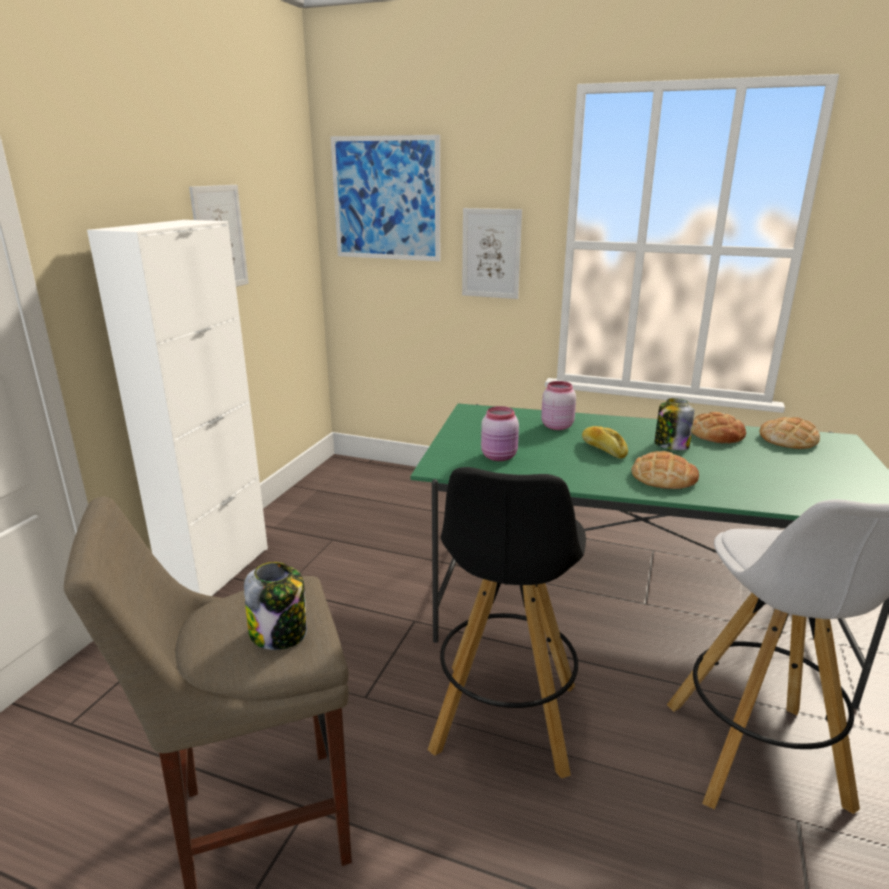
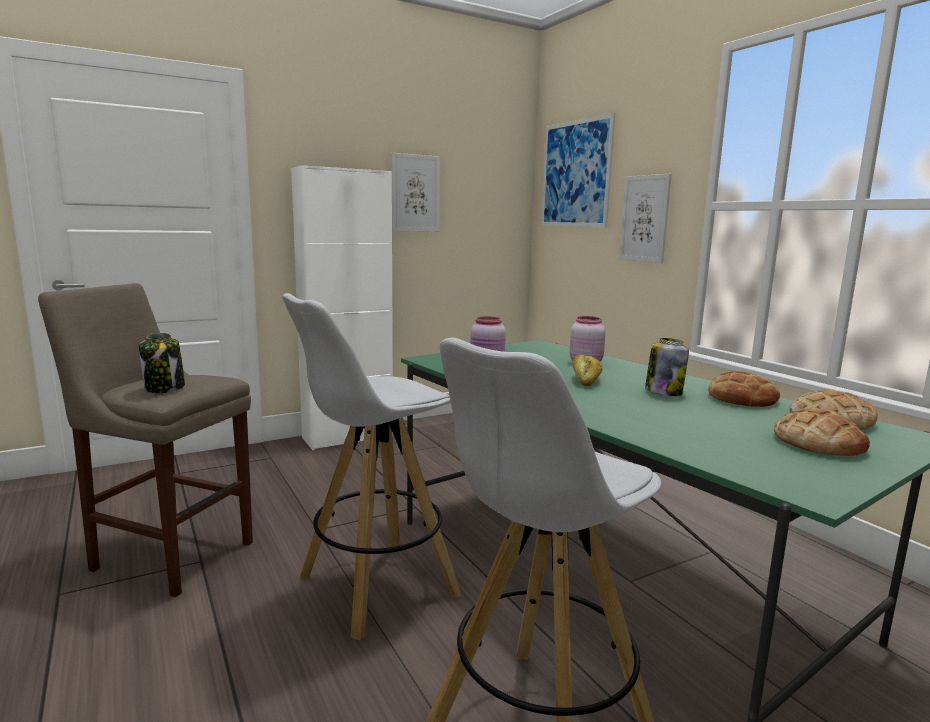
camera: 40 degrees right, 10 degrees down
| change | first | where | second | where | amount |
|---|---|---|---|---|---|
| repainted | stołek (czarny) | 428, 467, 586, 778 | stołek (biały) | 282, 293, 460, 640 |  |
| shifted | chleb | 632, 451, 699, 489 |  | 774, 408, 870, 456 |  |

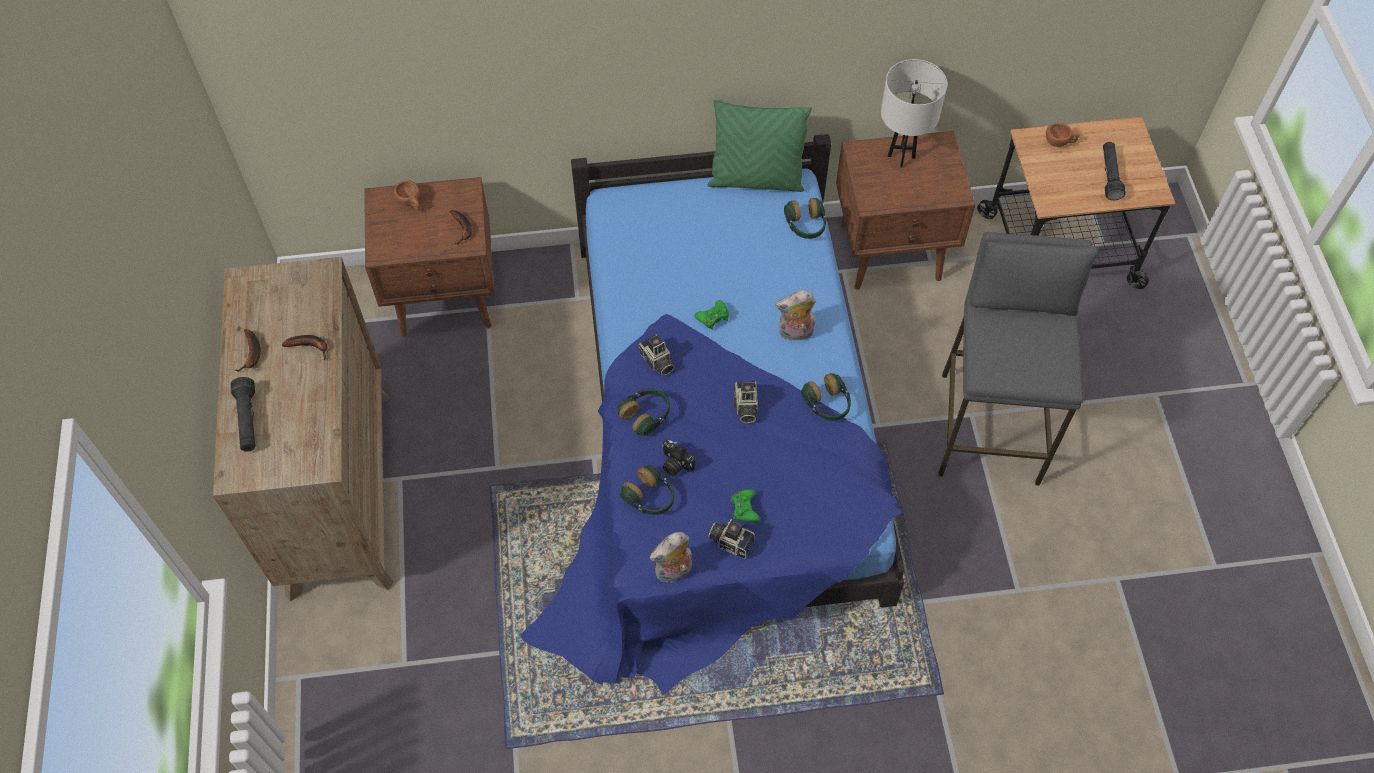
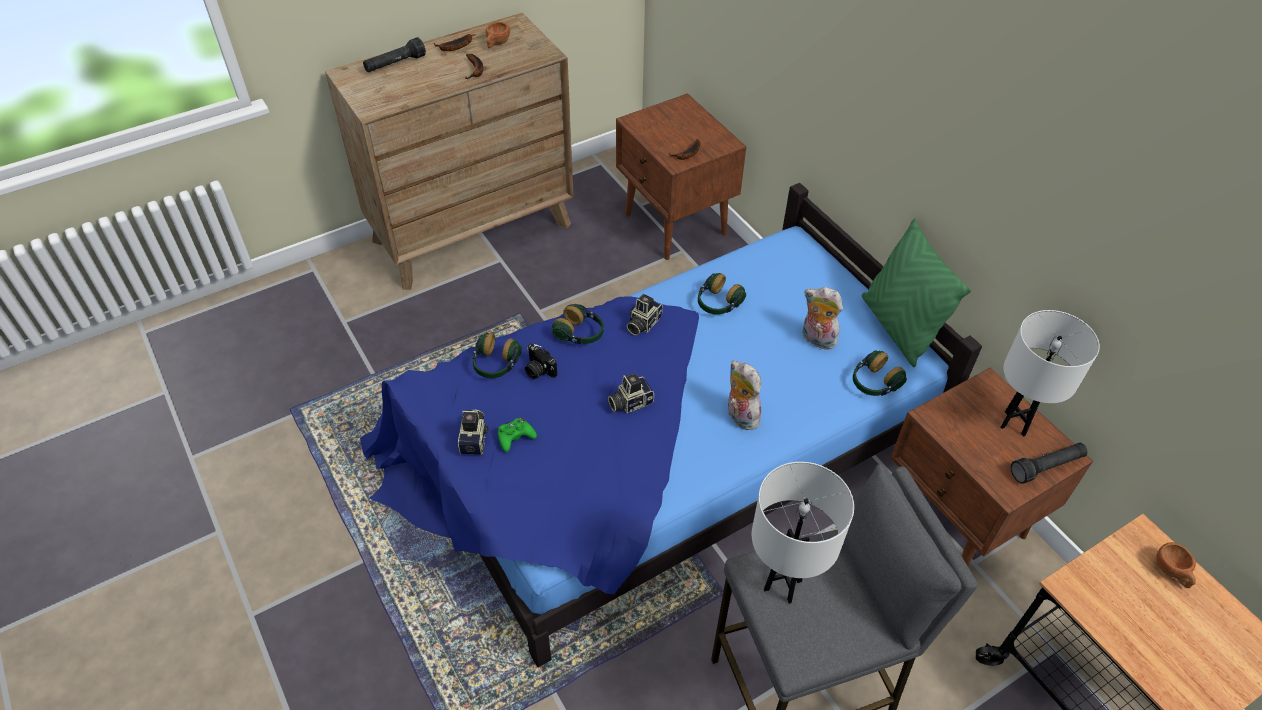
camera: 65 degrees right, 10 degrees down
| change | first | where | second | where | amount |
|---|---|---|---|---|---|
| shifted | filiżanka (brązowy) | 394, 180, 420, 211 |  | 486, 22, 510, 48 |  |
| shifted | pluszak | 649, 532, 692, 584 |  | 803, 287, 843, 350 |  |
| rotated | aparat fotograficzny | 662, 440, 695, 476 |  | 525, 343, 557, 380 | 60 degrees counterclockwise |
| gone | pad do gier (zielony) | 694, 300, 729, 330 |  |  |  |
| shifted | słuchawki | 801, 373, 851, 421 |  | 698, 273, 746, 315 |  |
| shifted | latarka (czarny) | 1103, 142, 1126, 200 |  | 1011, 443, 1088, 484 |  |
| new |  |  | lampa stołowa (biały) | 752, 462, 854, 604 |  |

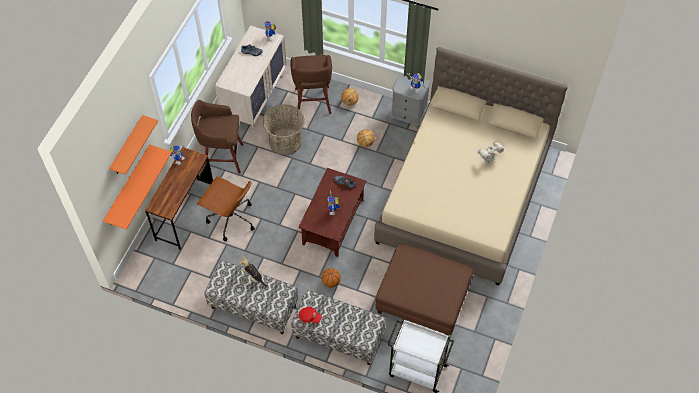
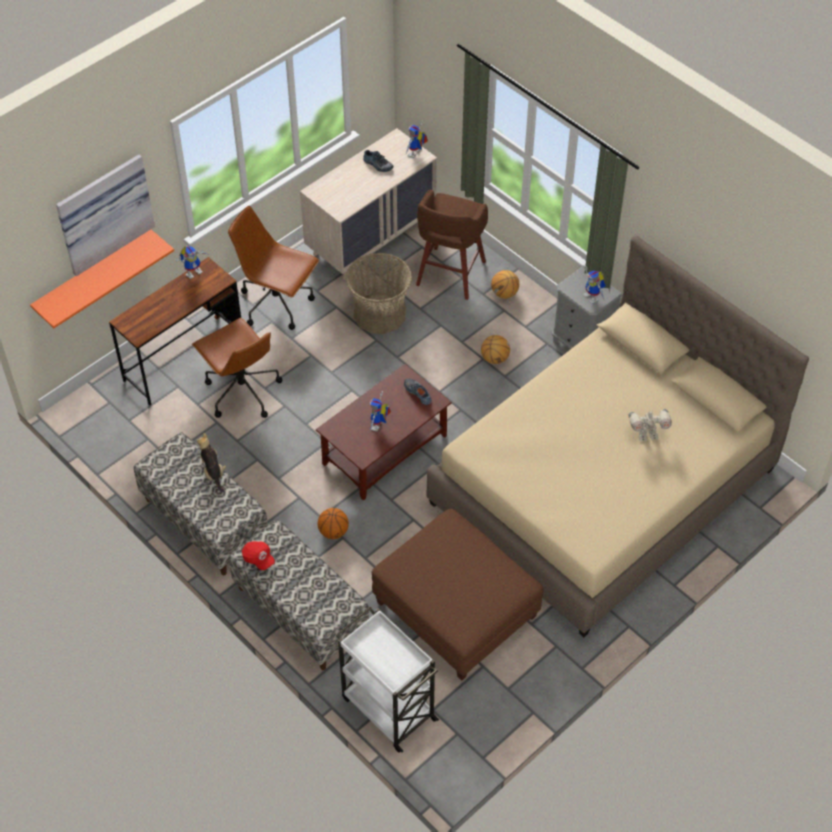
camera: 25 degrees right, 5 degrees down
| change | first | where | second | where | amount |
|---|---|---|---|---|---|
| swapped | półka (pomarańczowy) | 109, 115, 158, 175 | obraz | 56, 155, 155, 276 |  |
| swapped | stołek (brązowy) | 191, 100, 243, 173 | krzesło biurowe (brązowy) | 228, 206, 319, 330 |  |

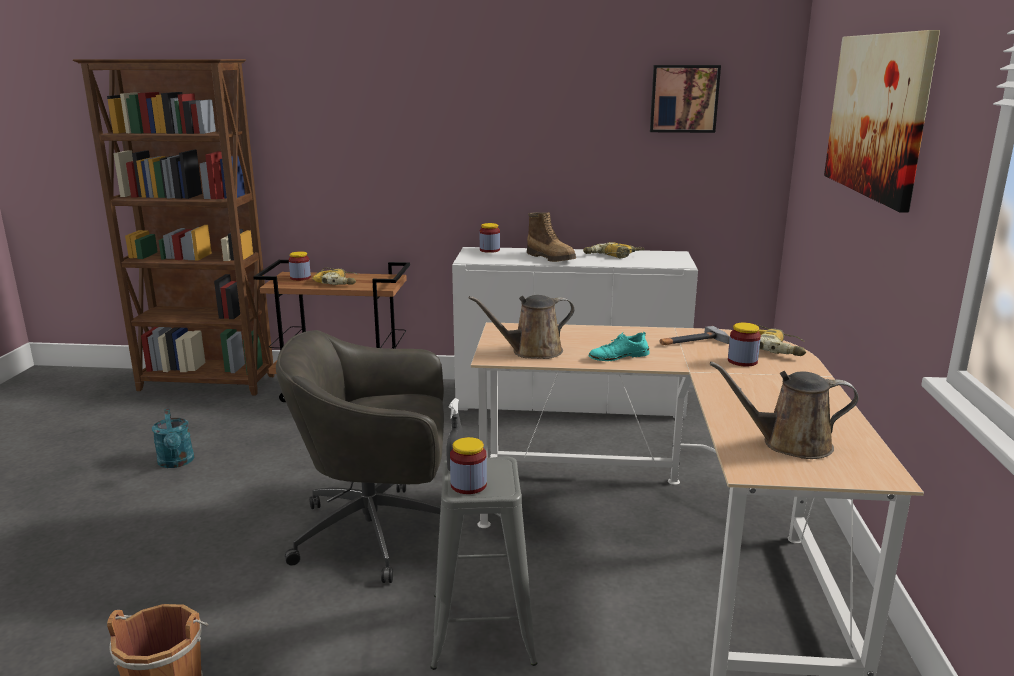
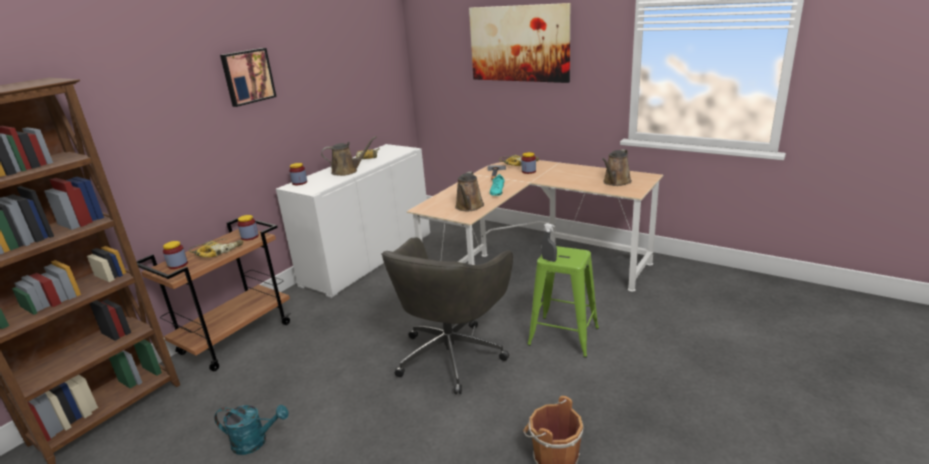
camera: 60 degrees left, 5 degrees up
| change | first | where | second | where | amount |
|---|---|---|---|---|---|
| repainted | stołek (szary) | 430, 456, 537, 670 | stołek (zielony) | 527, 246, 599, 358 |  |
| shifted | słoik | 450, 437, 487, 494 |  | 237, 215, 259, 241 |  |
| swapped | but z cholewką | 527, 212, 576, 262 | konewka (brązowy) | 321, 136, 376, 176 |  |
| shifted | obraz | 650, 65, 721, 133 |  | 220, 48, 277, 107 |  |

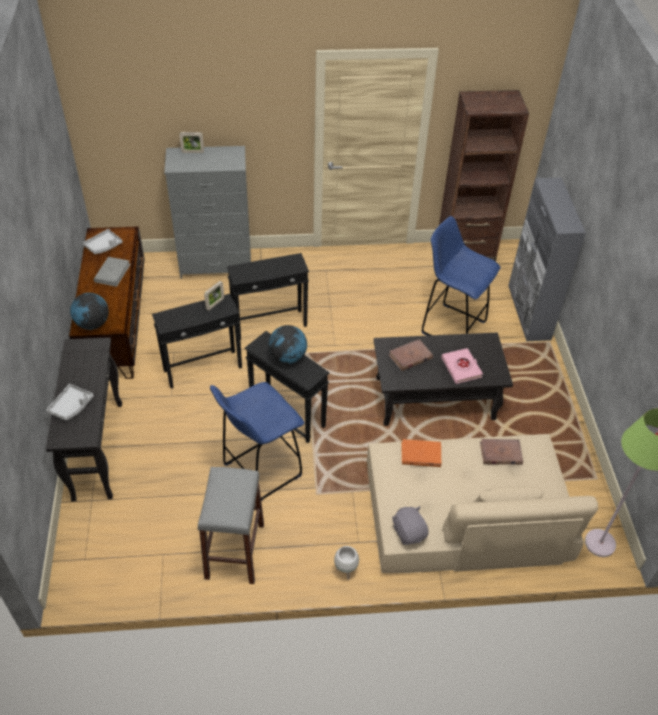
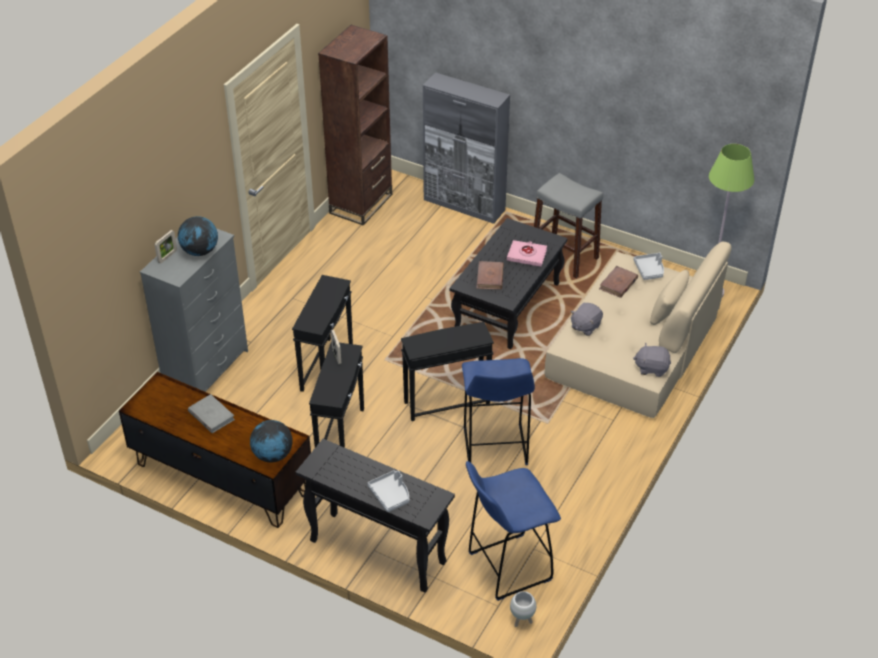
camera: 55 degrees left, 5 degrees down
| change | first | where | second | where | amount |
|---|---|---|---|---|---|
| shifted | taca (szary) | 83, 229, 123, 254 |  | 633, 252, 664, 280 |  |
| shifted | stołek (szary) | 198, 467, 264, 584 |  | 534, 173, 603, 278 |  |
| shifted | globus | 268, 325, 307, 364 |  | 178, 216, 218, 256 |  |
| shifted | donica (biały) | 334, 546, 359, 580 |  | 510, 591, 536, 627 |  |
| swapped | książka (pomarańczowy) | 402, 439, 441, 467 | pluszak (szary) | 570, 303, 603, 336 |  |
| shifted | stołek (niebieski) | 421, 216, 500, 336 |  | 466, 461, 561, 601 |  |

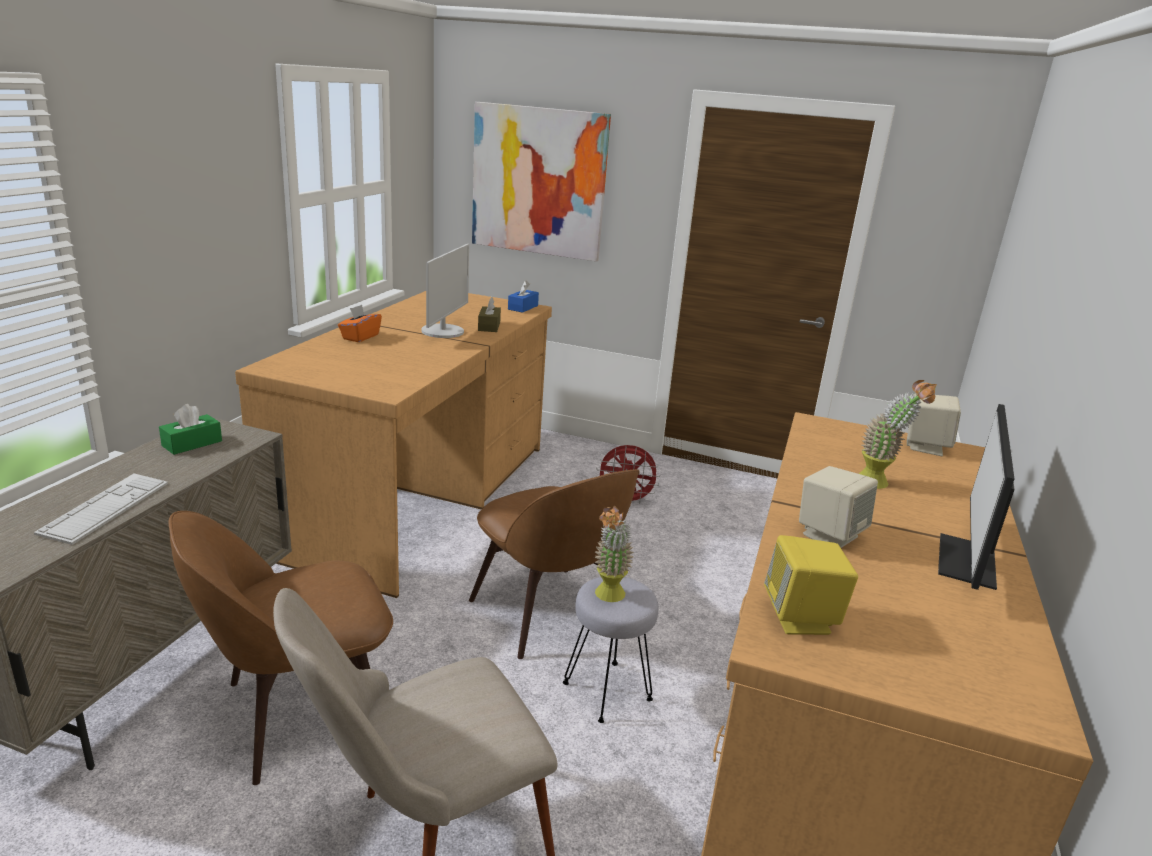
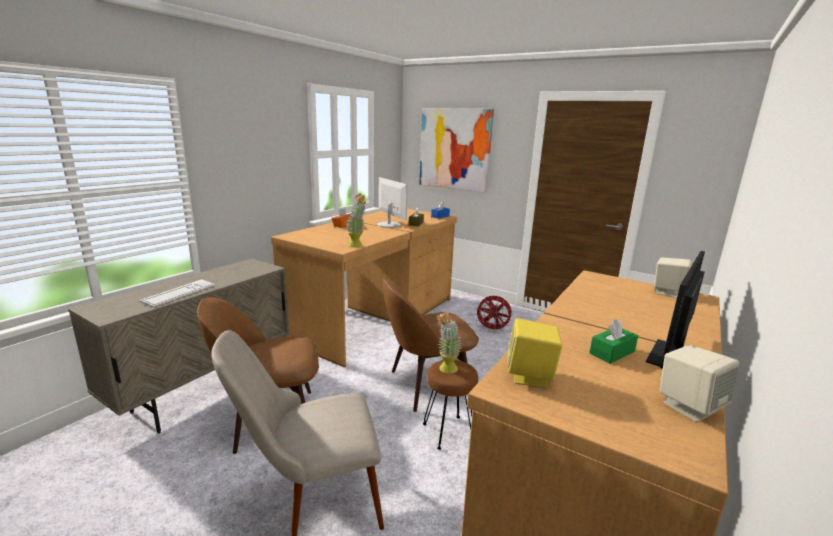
camera: 15 degrees right, 5 degrees down
| change | first | where | second | where | amount |
|---|---|---|---|---|---|
| shifted | pudełko chusteczek (zielony) | 159, 404, 222, 455 |  | 590, 318, 638, 364 |  |
| rotated | monitor | 421, 244, 469, 338 |  | 378, 177, 408, 228 | 60 degrees counterclockwise |
| rotated | krzesło (brązowy) | 469, 469, 639, 659 |  | 383, 279, 479, 412 | 90 degrees clockwise |
| repainted | stołek (szary) | 563, 577, 658, 723 | stołek (brązowy) | 423, 360, 478, 450 |  |
| shifted | głośnik (beżowy) | 799, 466, 878, 548 |  | 660, 345, 739, 422 |  |
| shifted | roślina doniczkowa | 859, 380, 937, 489 |  | 346, 194, 366, 247 |  |

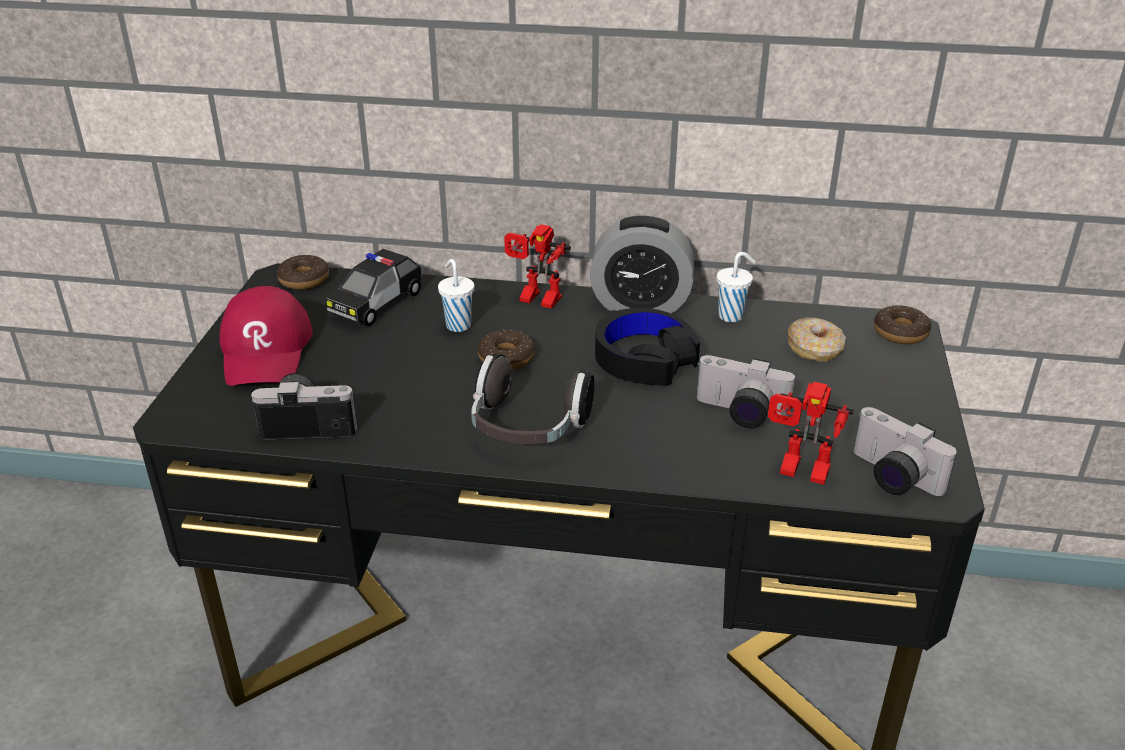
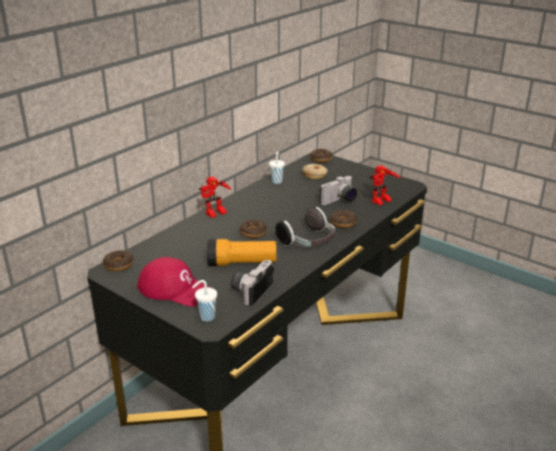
camera: 60 degrees left, 5 degrees down
| change | first | where | second | where | amount |
|---|---|---|---|---|---|
| gone | samochodzik | 326, 249, 422, 327 |  |  |  |
| shifted | filiżanka (biały) | 438, 259, 474, 332 |  | 192, 280, 217, 322 |  |
| gone | budzik | 590, 215, 694, 314 |  |  |  |
| gone | słuchawki (czarny) | 595, 308, 700, 386 |  |  |  |
| gone | aparat fotograficzny | 854, 407, 957, 496 |  |  |  |
| new |  |  | latarka | 207, 239, 277, 266 |  |
| new |  |  | donut | 330, 210, 357, 228 |  |

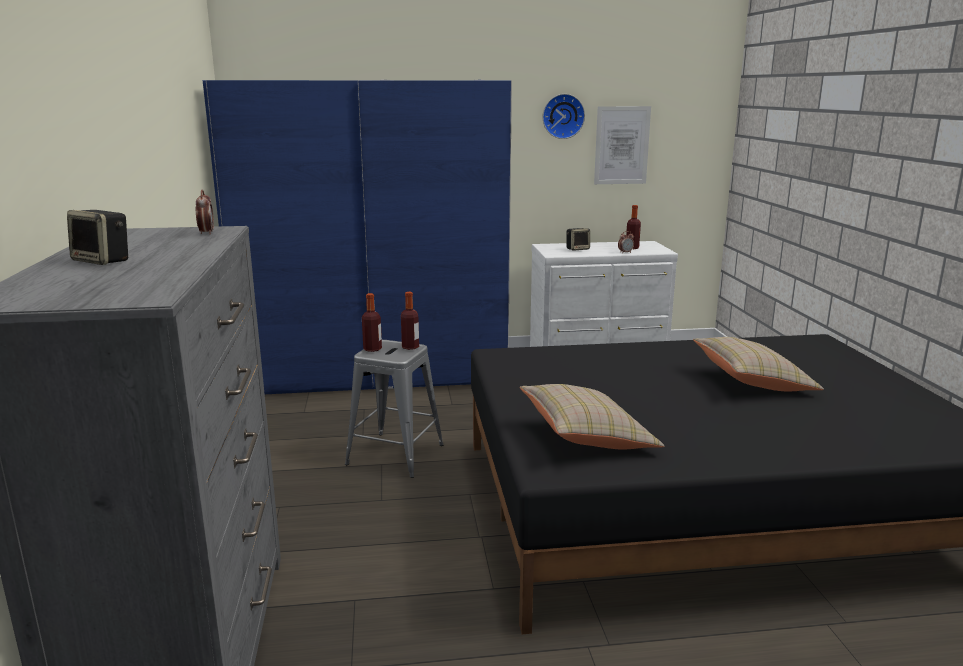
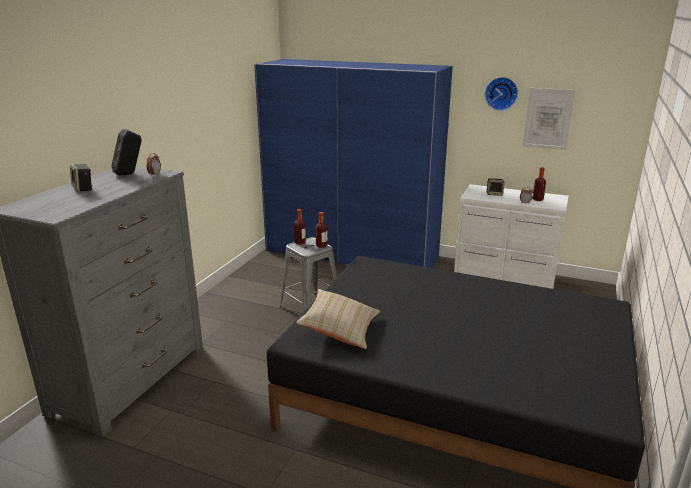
camera: 30 degrees right, 5 degrees up
| change | first | where | second | where | amount |
|---|---|---|---|---|---|
| gone | poduszka (beżowy) | 693, 337, 824, 391 |  |  |  |
| new |  |  | głośnik (czarny) | 112, 129, 142, 176 |  |

